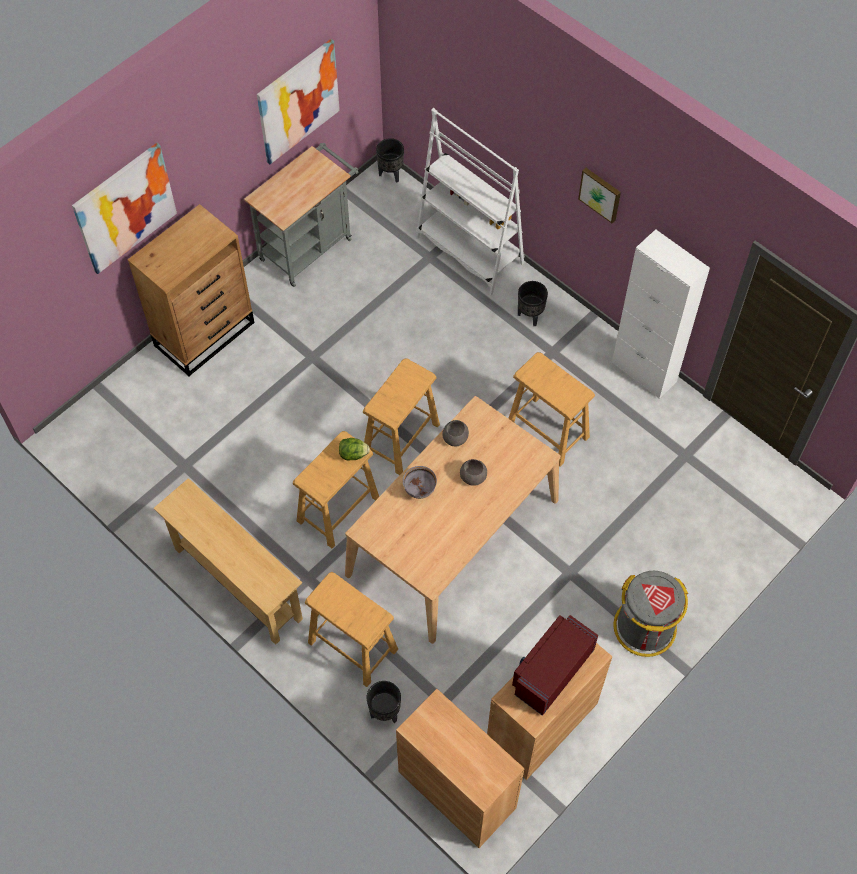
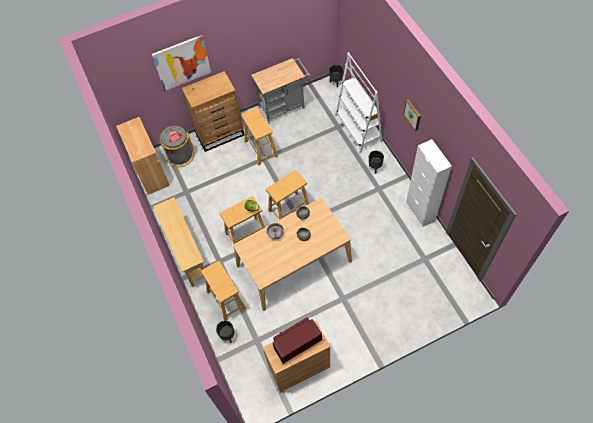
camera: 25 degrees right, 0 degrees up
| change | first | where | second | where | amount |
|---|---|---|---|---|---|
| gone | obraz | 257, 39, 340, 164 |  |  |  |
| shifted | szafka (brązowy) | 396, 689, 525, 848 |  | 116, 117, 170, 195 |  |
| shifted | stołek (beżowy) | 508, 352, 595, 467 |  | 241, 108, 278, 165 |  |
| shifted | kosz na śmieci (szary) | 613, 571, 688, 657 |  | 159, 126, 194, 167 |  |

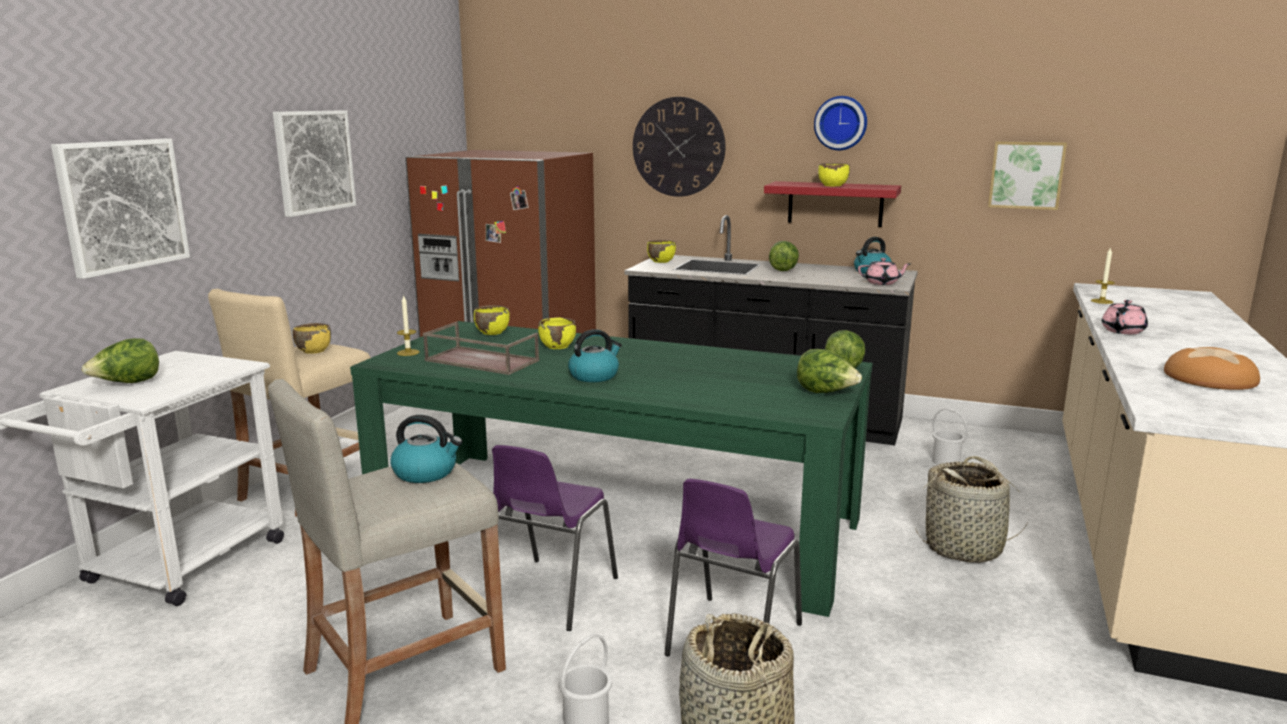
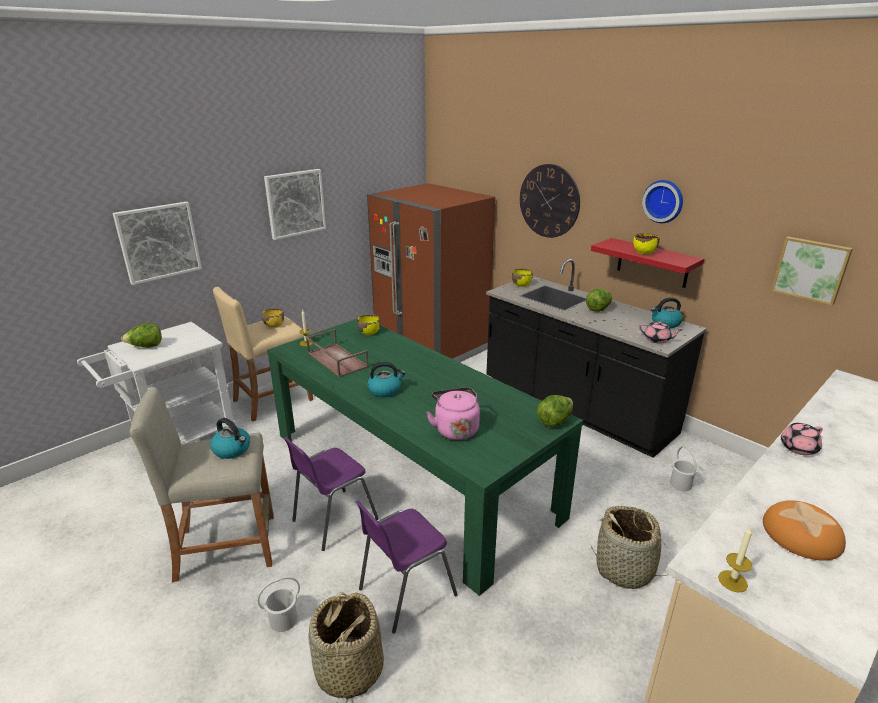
camera: 25 degrees right, 10 degrees up
| change | first | where | second | where | amount |
|---|---|---|---|---|---|
| gone | miska (żółty) | 538, 318, 576, 349 |  |  |  |
| gone | sałata | 797, 349, 862, 393 |  |  |  |
| shifted | świeca | 1091, 247, 1115, 304 |  | 718, 526, 752, 592 |  |
| new |  |  | czajnik (różowy) | 426, 387, 480, 440 |  |

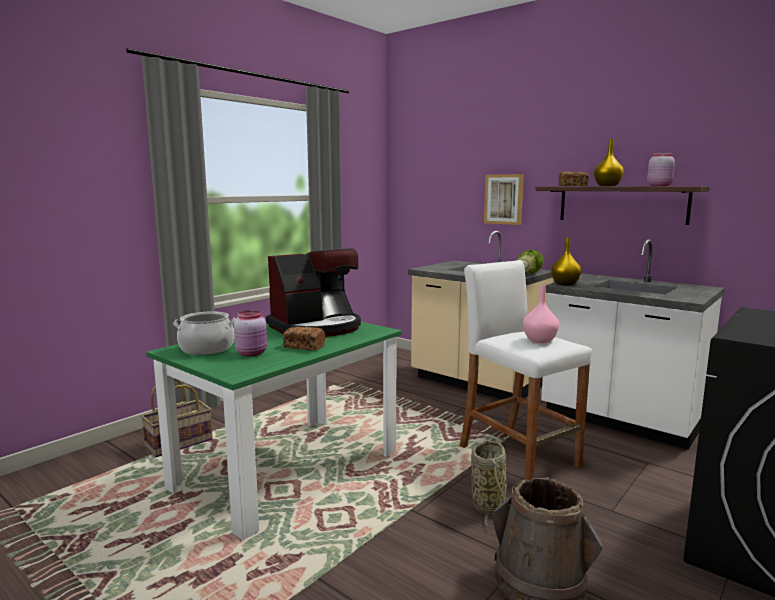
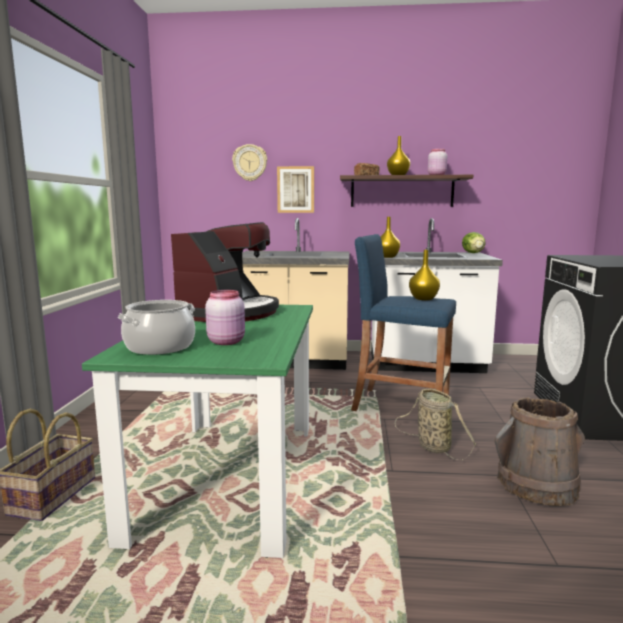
camera: 35 degrees left, 0 degrees up
| change | first | where | second | where | amount |
|---|---|---|---|---|---|
| gone | chleb | 283, 327, 325, 350 |  |  |  |
| repainted | stołek (biały) | 460, 260, 592, 480 | stołek (niebieski) | 351, 234, 456, 411 |  |
| shifted | sałata | 518, 249, 544, 273 |  | 462, 232, 486, 253 |  |
| repainted | wazon (różowy) | 523, 285, 559, 343 | wazon (żółty) | 409, 250, 440, 300 |  |
| new |  |  | zegar ścienny | 232, 144, 267, 181 |  |

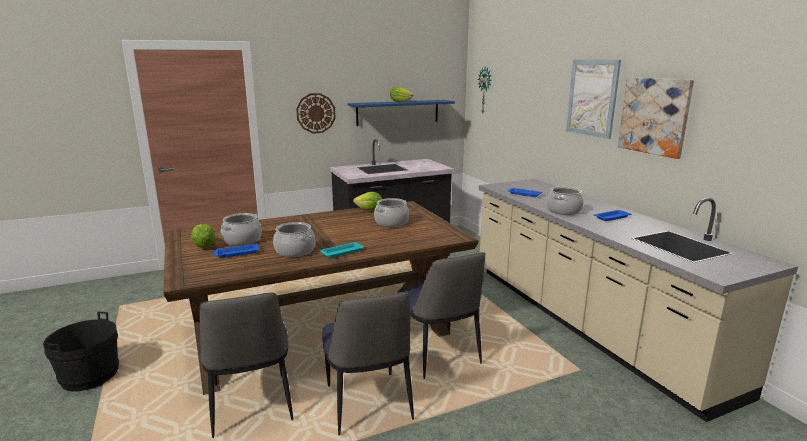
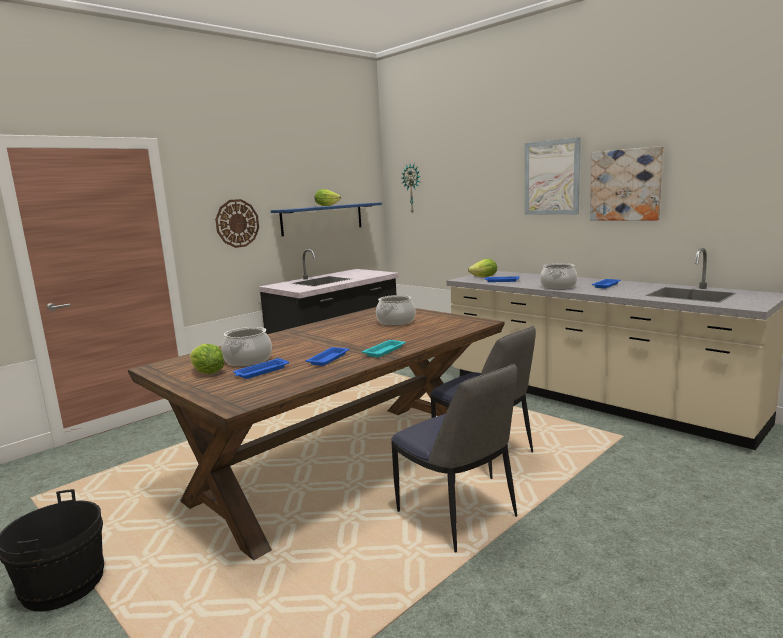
camera: 20 degrees left, 5 degrees down
| change | first | where | second | where | amount |
|---|---|---|---|---|---|
| gone | krzesło | 199, 292, 293, 438 |  |  |  |
| swapped | garnek | 273, 222, 315, 257 | taca (niebieski) | 306, 347, 349, 366 |  |
| shifted | sałata | 353, 192, 382, 210 |  | 468, 259, 497, 277 |  |

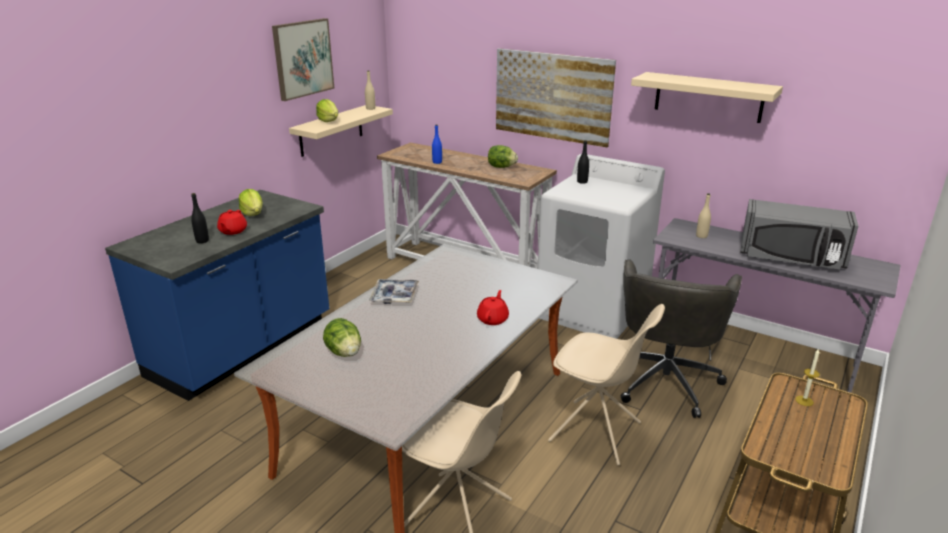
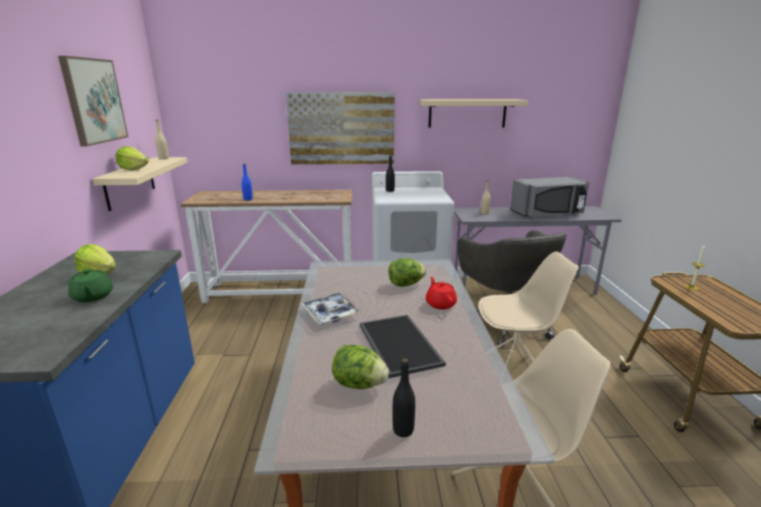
camera: 35 degrees left, 5 degrees down
| change | first | where | second | where | amount |
|---|---|---|---|---|---|
| shifted | butelka (czarny) | 191, 193, 209, 243 |  | 393, 358, 415, 437 |  |
| repainted | imbryk (czerwony) | 217, 210, 247, 235 | imbryk (zielony) | 68, 269, 113, 302 |  |
| shifted | sałata | 488, 145, 518, 168 |  | 389, 258, 426, 287 |  |
| new |  |  | taca | 360, 315, 446, 378 |  |

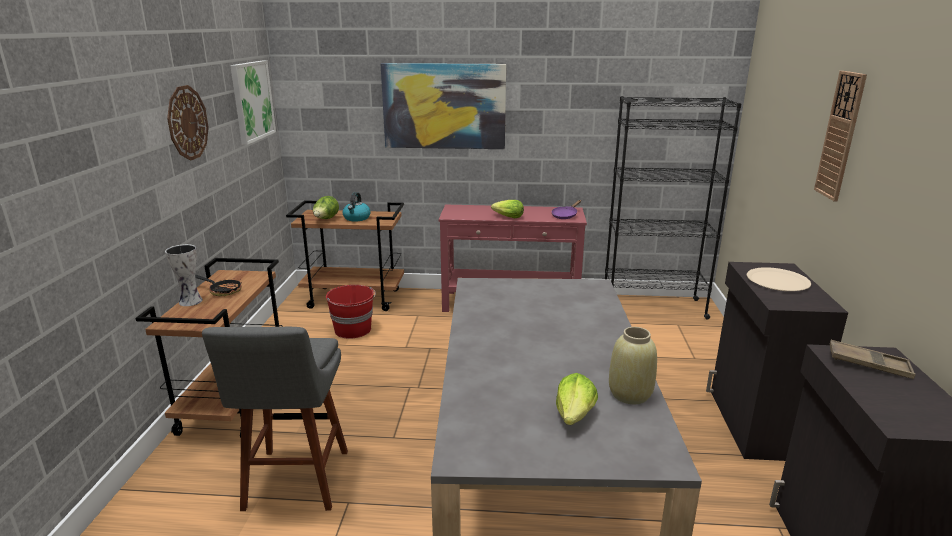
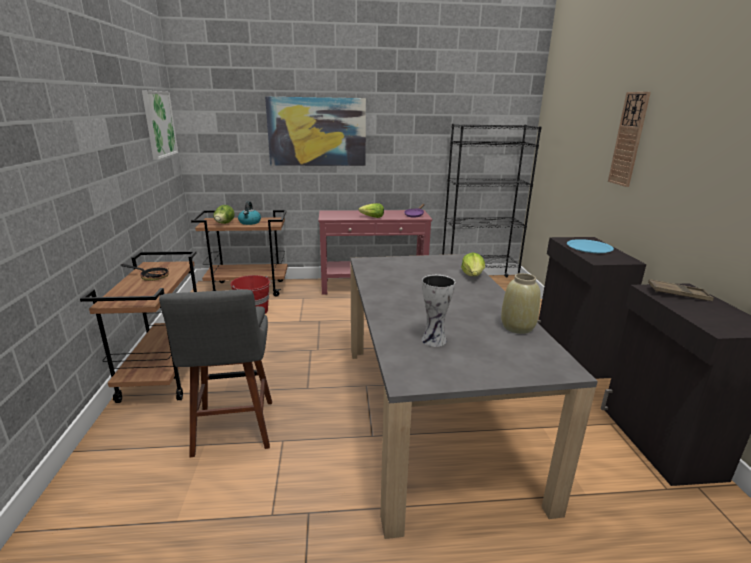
camera: 10 degrees left, 0 degrees up
| change | first | where | second | where | amount |
|---|---|---|---|---|---|
| shifted | wazon | 165, 244, 203, 306 |  | 422, 275, 455, 347 |  |
| gone | zegar ścienny | 167, 85, 209, 161 |  |  |  |
| shifted | sałata | 556, 373, 598, 425 |  | 461, 252, 485, 276 |  |
| repainted | talerz (beżowy) | 747, 267, 811, 291 | talerz (niebieski) | 567, 239, 614, 253 |  |

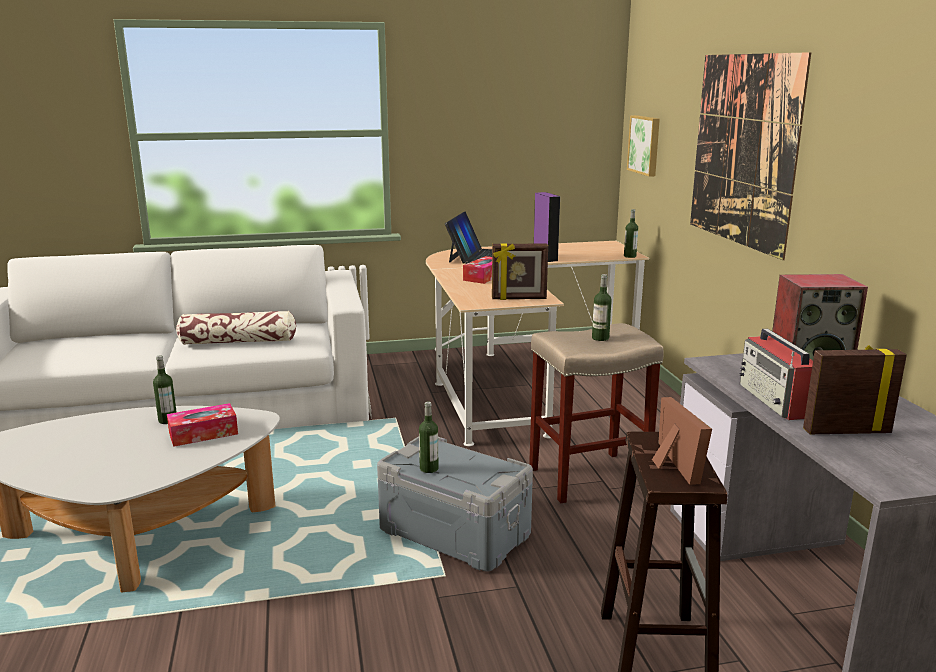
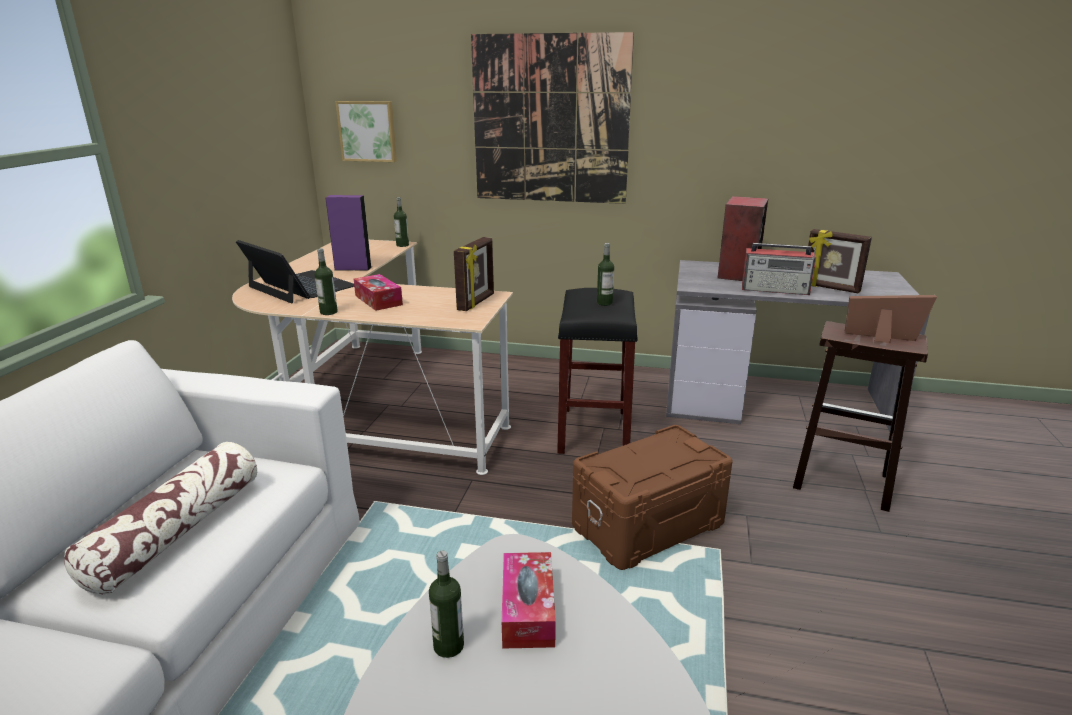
camera: 65 degrees left, 5 degrees up
| change | first | where | second | where | amount |
|---|---|---|---|---|---|
| repainted | pojemnik do przechowywania (szary) | 377, 436, 533, 572 | pojemnik do przechowywania (brązowy) | 572, 425, 733, 570 |  |
| shifted | butelka | 419, 401, 439, 473 |  | 315, 248, 338, 315 |  |
| repainted | stołek (beżowy) | 529, 323, 664, 503 | stołek (czarny) | 557, 288, 638, 454 |  |
| rotated | ramka na zdjęcie | 803, 345, 907, 434 |  | 808, 229, 872, 293 | 75 degrees counterclockwise |

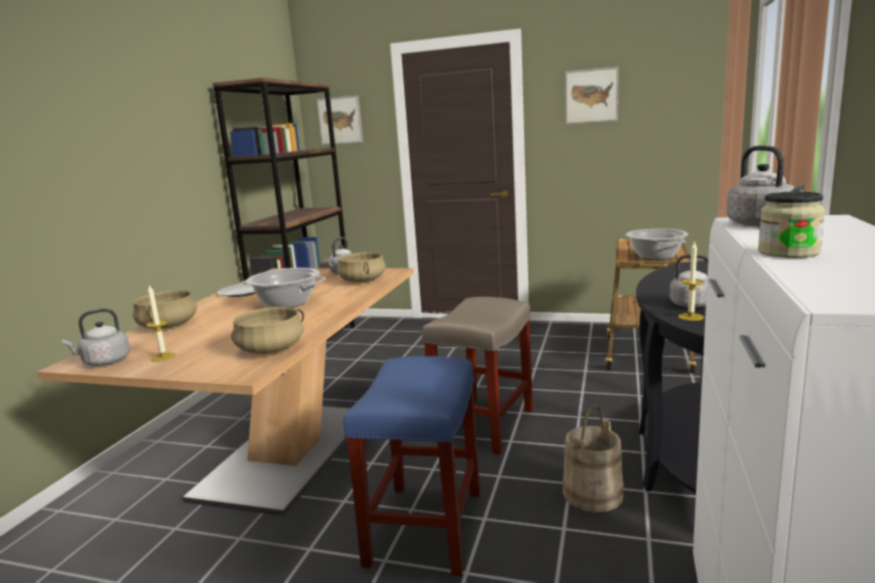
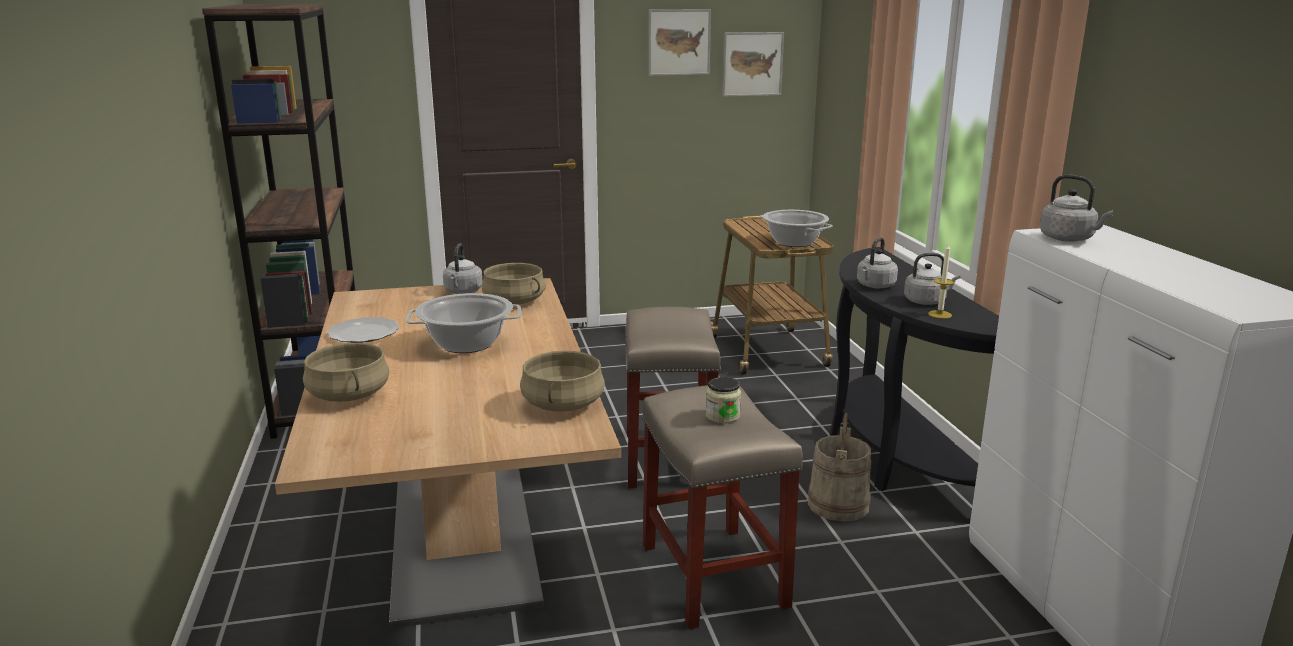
camera: 30 degrees left, 5 degrees up
| change | first | where | second | where | amount |
|---|---|---|---|---|---|
| shifted | czajnik (szary) | 62, 308, 130, 366 |  | 857, 237, 898, 288 |  |
| gone | świeca | 146, 285, 176, 362 |  |  |  |
| shifted | obraz | 317, 95, 363, 145 |  | 722, 32, 784, 97 |  |
| repainted | stołek (niebieski) | 344, 356, 480, 576 | stołek (beżowy) | 642, 385, 803, 629 |  |
| shifted | słoik | 758, 192, 825, 258 |  | 706, 377, 741, 423 |  |

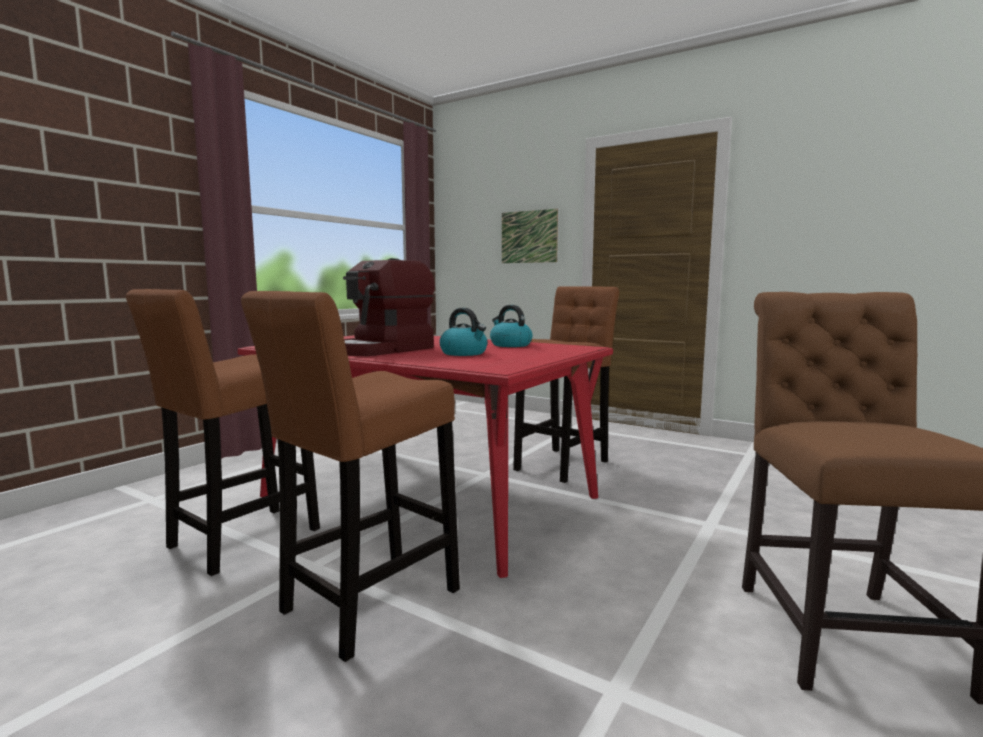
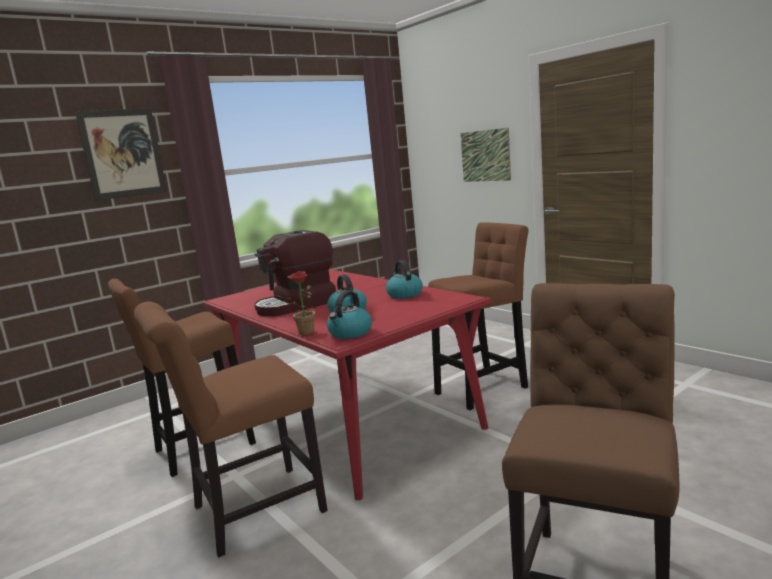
camera: 20 degrees right, 5 degrees up
| change | first | where | second | where | amount |
|---|---|---|---|---|---|
| swapped | stołek (brązowy) | 241, 291, 460, 662 | krzesło (brązowy) | 134, 301, 328, 557 |  |
| new |  |  | obraz | 75, 108, 167, 201 |  |
| new |  |  | roślina doniczkowa | 276, 271, 316, 335 |  |
| new |  |  | czajnik | 327, 291, 372, 339 |  |

